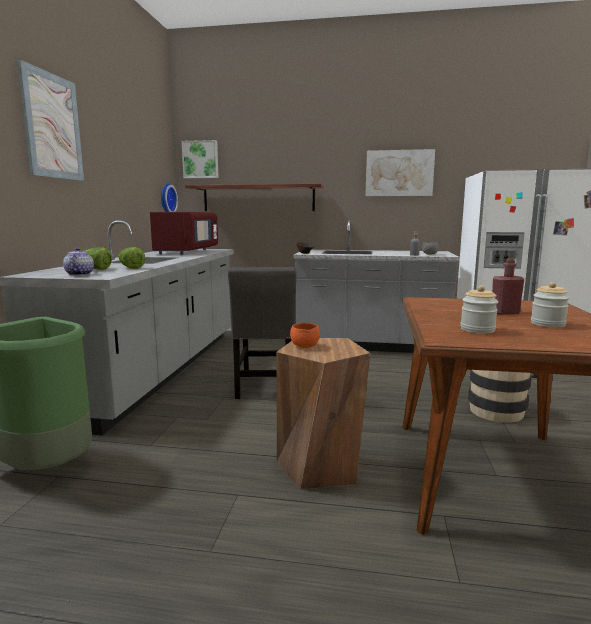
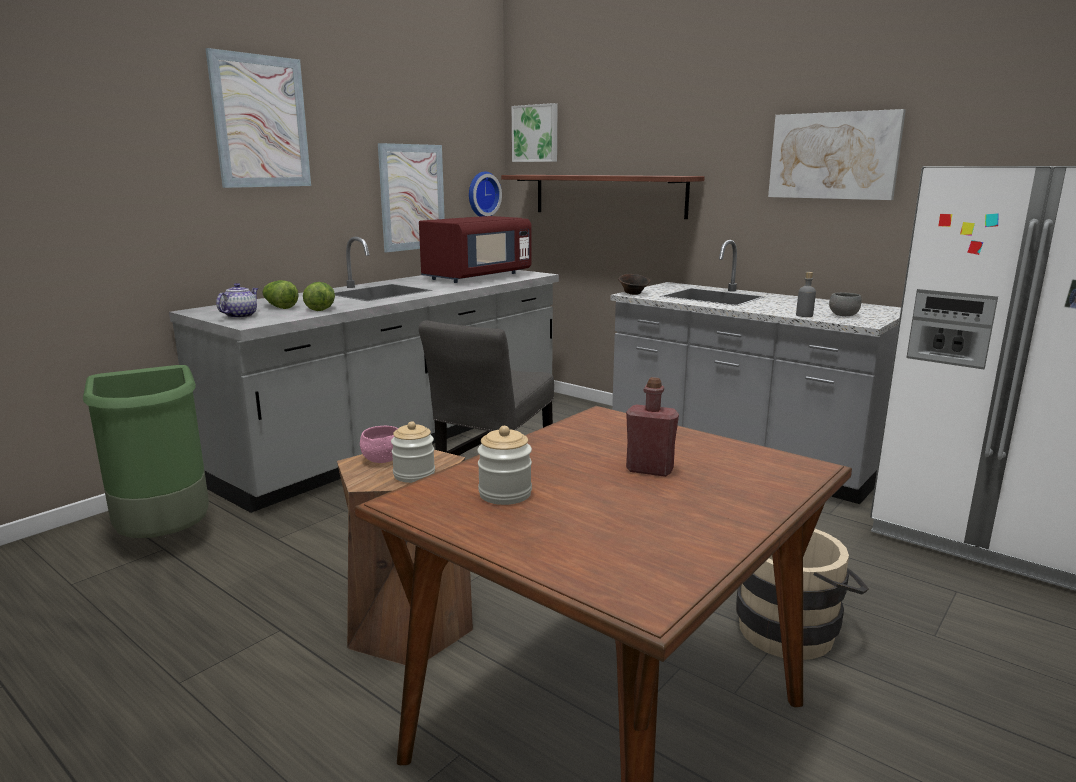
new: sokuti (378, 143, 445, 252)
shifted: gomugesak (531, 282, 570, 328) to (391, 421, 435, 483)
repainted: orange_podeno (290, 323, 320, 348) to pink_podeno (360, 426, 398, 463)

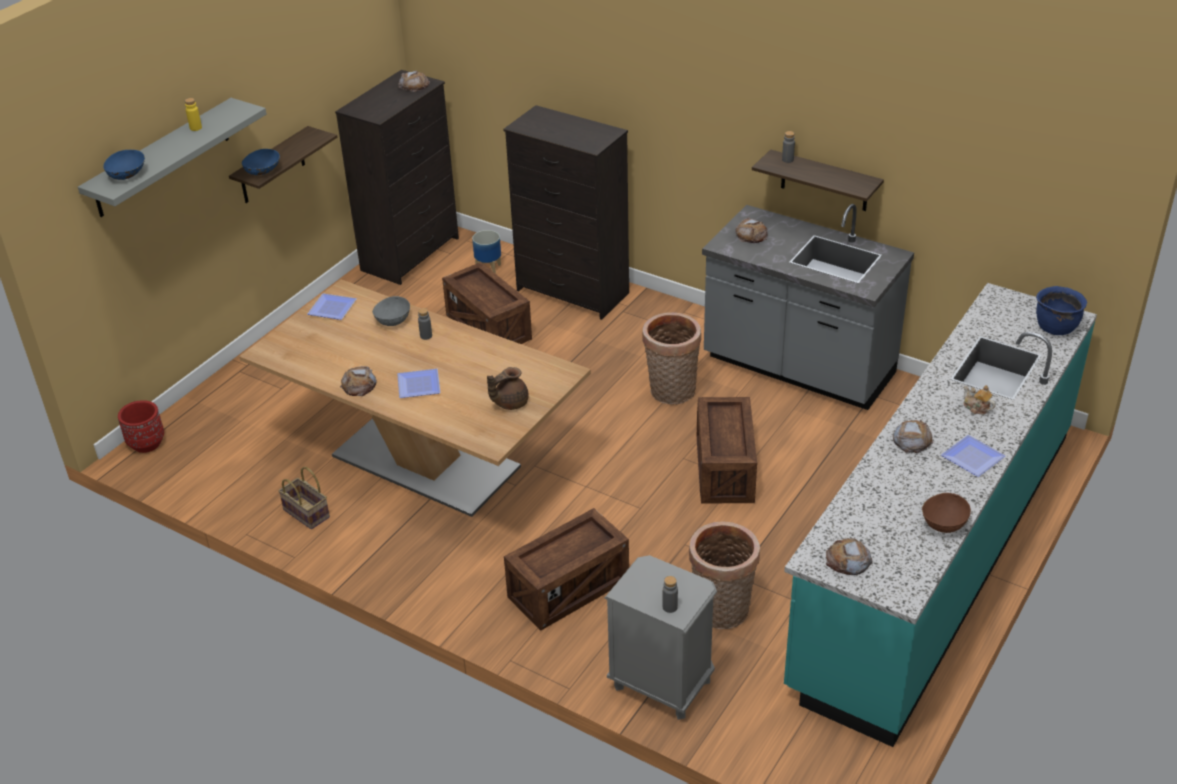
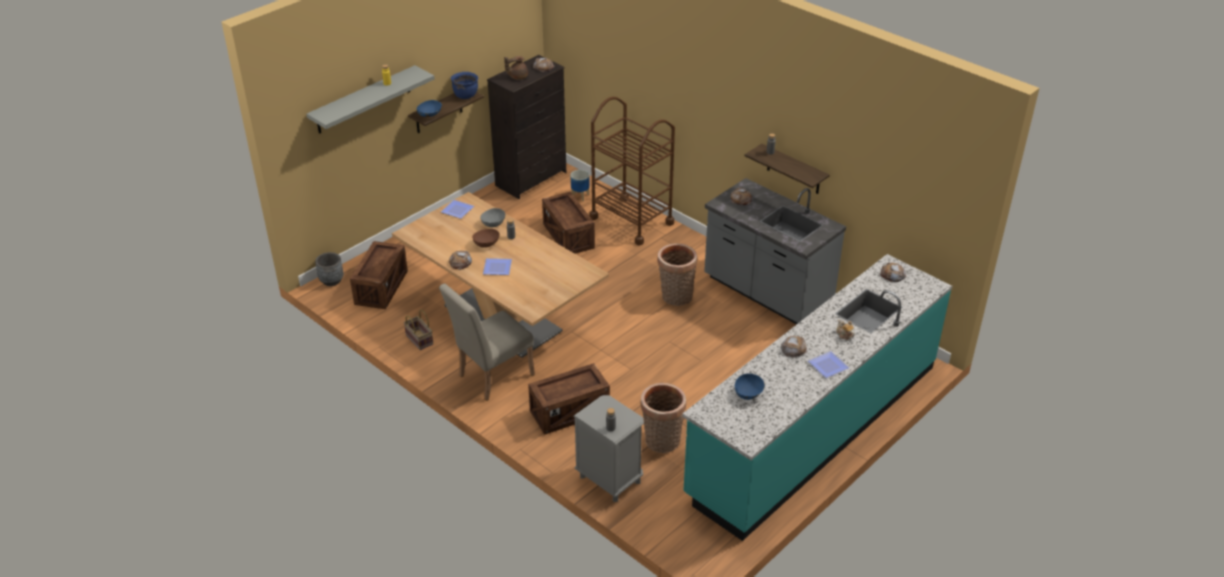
new: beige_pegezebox (439, 284, 535, 401)
shifted: blue_podeno (103, 150, 145, 180) to (735, 374, 765, 400); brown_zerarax (487, 367, 529, 410) to (504, 56, 528, 80); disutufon (697, 397, 757, 504) to (350, 241, 408, 309); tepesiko (826, 538, 872, 575) to (880, 263, 906, 282); brown_podeno (922, 493, 971, 533) to (472, 228, 499, 248); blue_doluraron (1036, 286, 1087, 335) to (451, 72, 478, 99)
swapped: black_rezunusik (503, 105, 629, 320) to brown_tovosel (589, 97, 675, 246)
repainted: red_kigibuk (118, 400, 164, 453) to grey_kigibuk (315, 252, 344, 286)

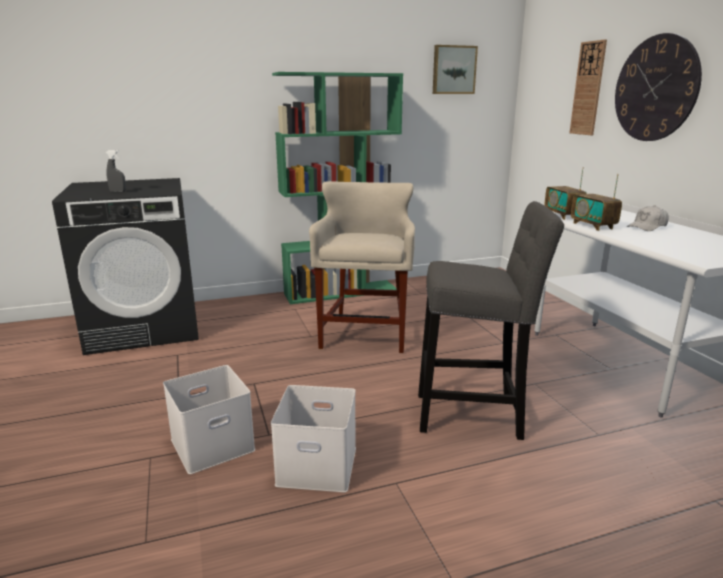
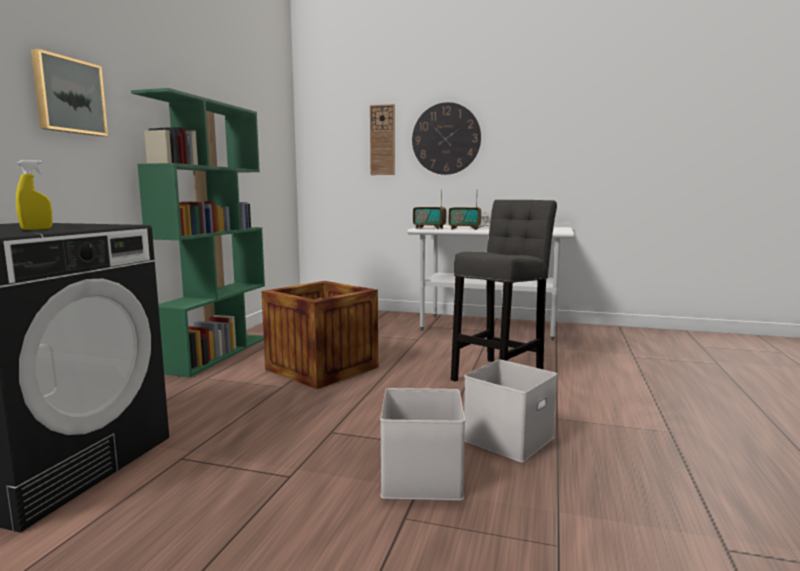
shifted: sokuti (433, 45, 478, 94) to (31, 49, 108, 136)
swapped: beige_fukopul (309, 181, 415, 353) to disutufon (262, 281, 378, 389)
repainted: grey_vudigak (106, 150, 126, 192) to yellow_vudigak (16, 160, 53, 230)

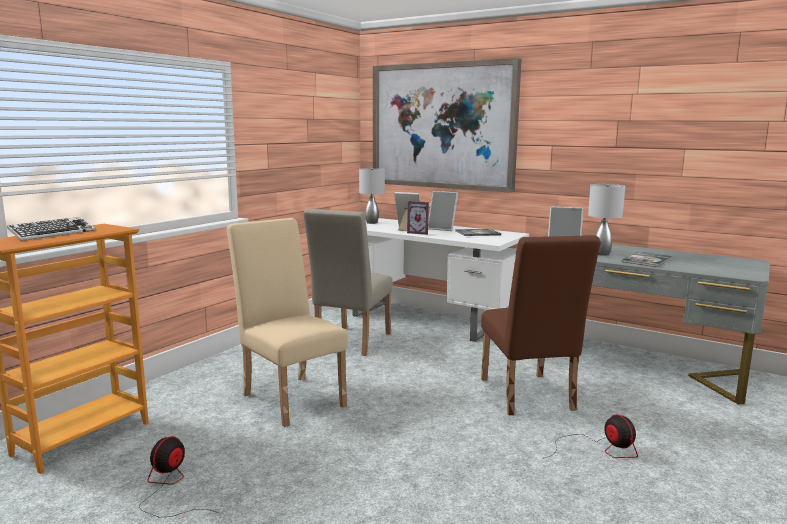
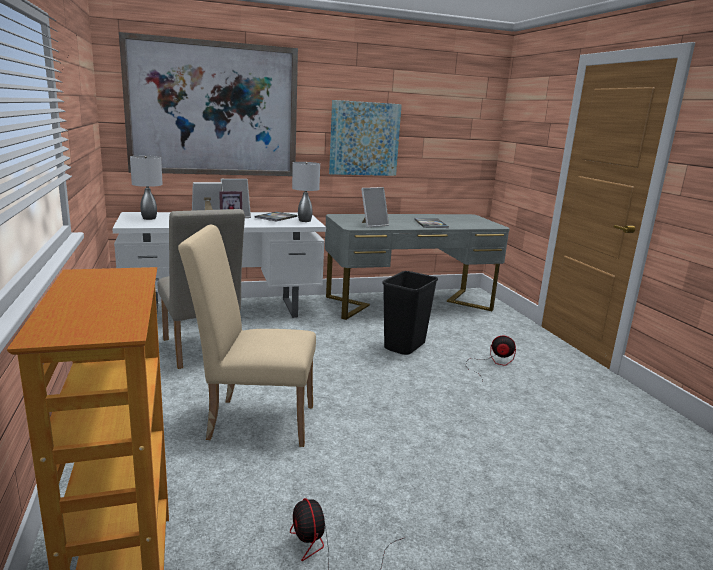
gone: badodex (7, 217, 95, 241)
new: sokuti (329, 100, 402, 176)
shifted: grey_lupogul (588, 184, 625, 256) to (292, 162, 320, 222)
swapped: brown_pegezebox (481, 235, 601, 415) to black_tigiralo (382, 271, 438, 355)

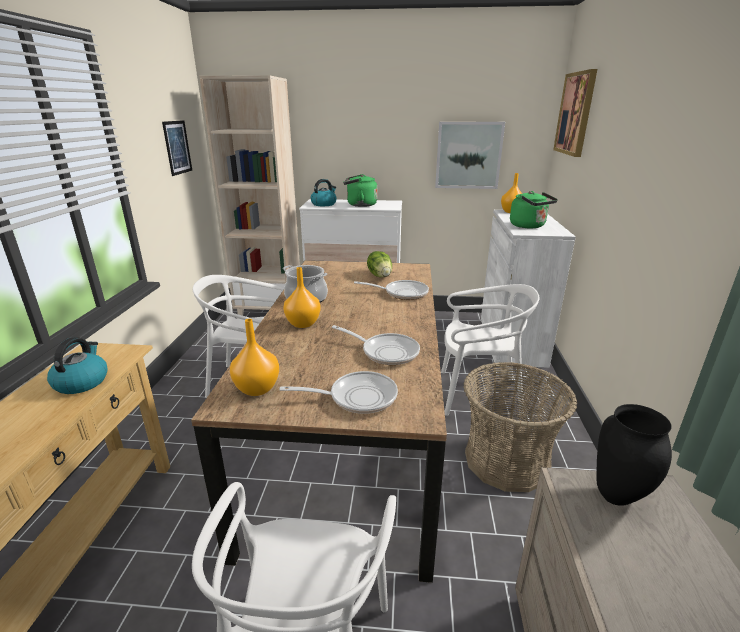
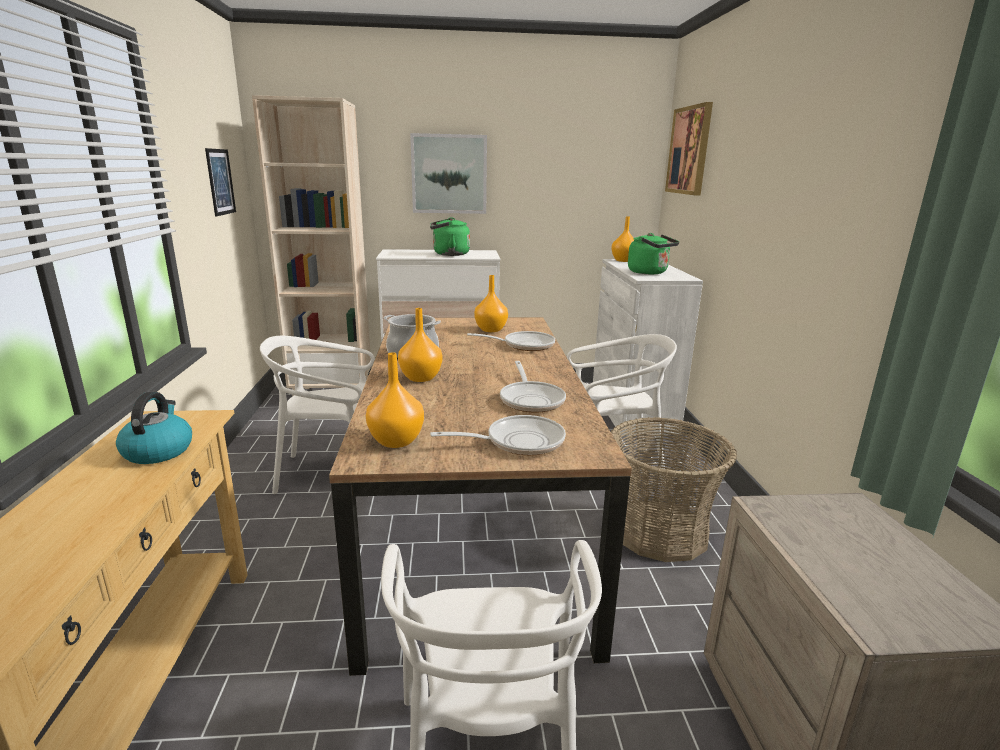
gone: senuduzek (311, 179, 337, 206); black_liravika (596, 404, 672, 506)
shifted: sokuti (435, 122, 505, 189) to (410, 133, 487, 214)
swapped: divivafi (367, 251, 392, 277) to orange_liravika (474, 275, 508, 332)
rotated: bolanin (332, 325, 420, 365) = (500, 361, 566, 413) 60 degrees clockwise

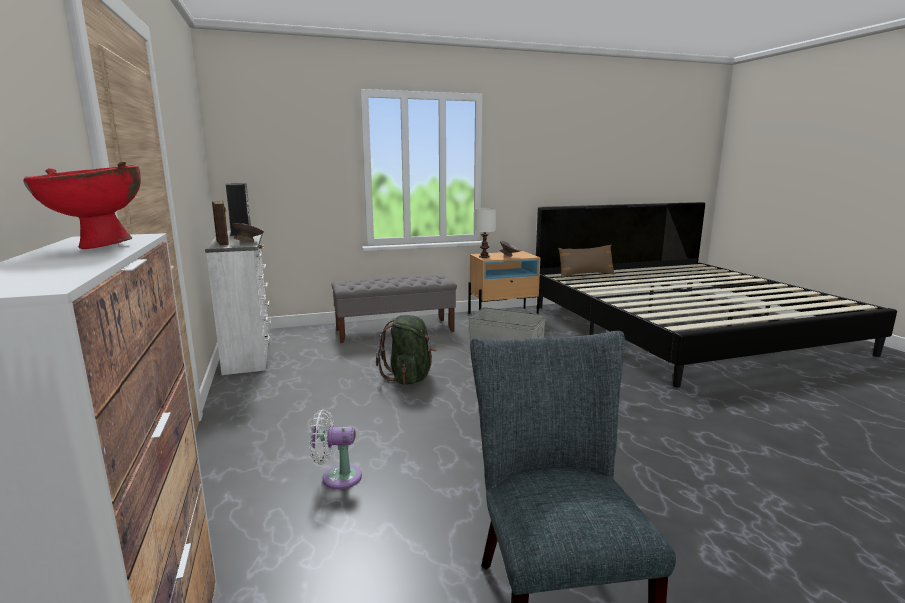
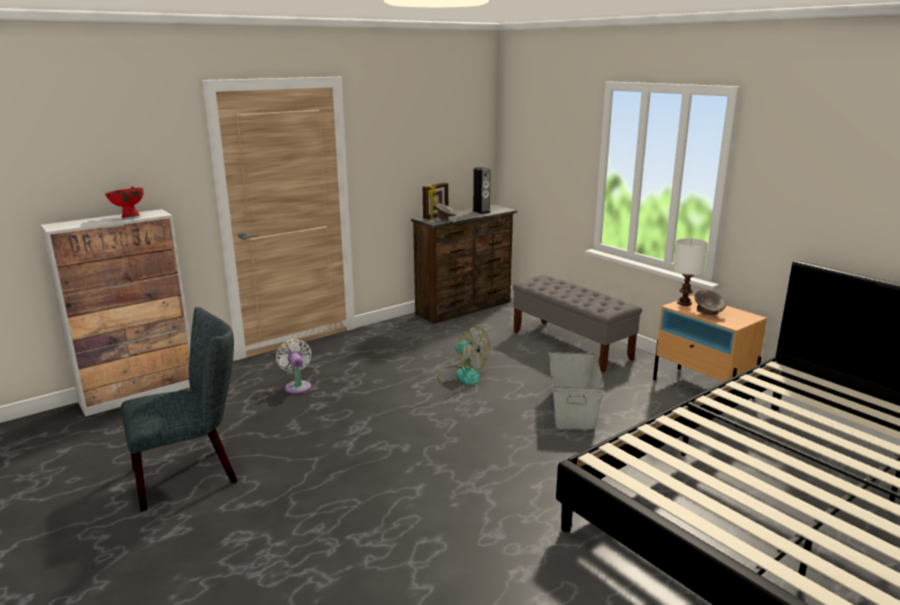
gone: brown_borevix (558, 245, 615, 278)
swapped: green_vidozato (376, 315, 437, 385) to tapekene (437, 326, 490, 385)
repainted: white_rezunusik (205, 231, 271, 375) to brown_rezunusik (411, 204, 517, 324)

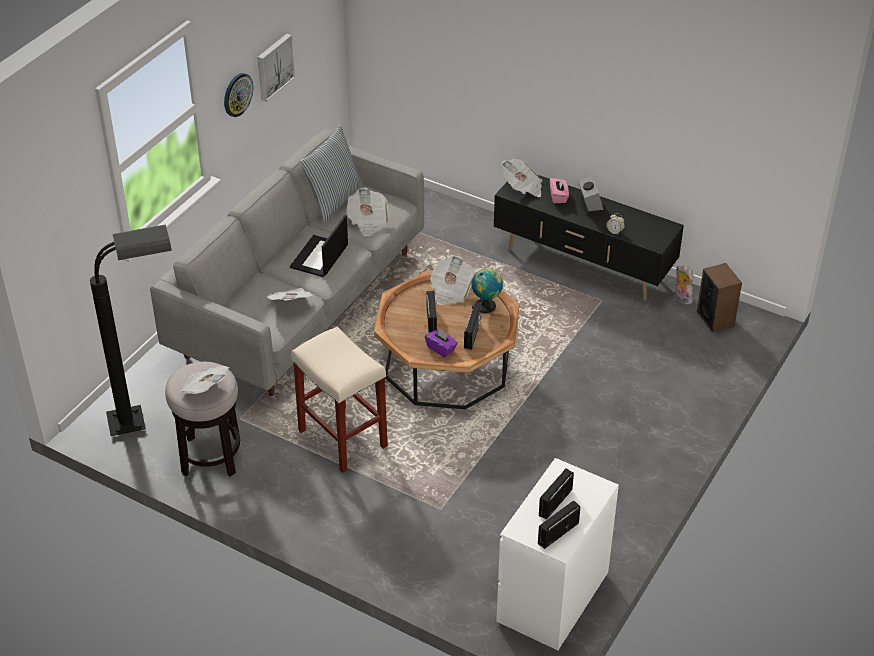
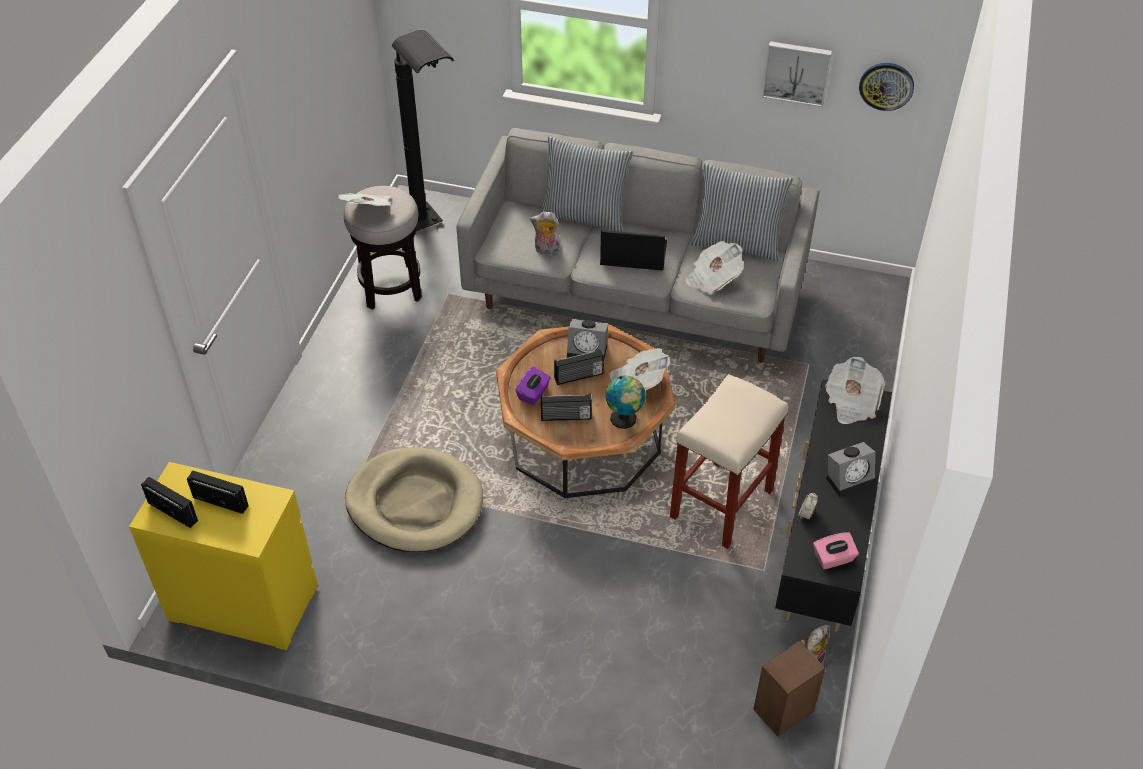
new: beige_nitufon (345, 447, 483, 552); borevix (539, 136, 633, 232); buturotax (567, 319, 608, 358)
shifted: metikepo (224, 73, 253, 117) to (859, 63, 914, 111); beige_fukopul (291, 326, 388, 473) to (670, 374, 788, 549); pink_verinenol (550, 178, 569, 203) to (813, 532, 859, 569)
swapped: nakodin (267, 288, 314, 301) to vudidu (530, 211, 561, 258)
repainted: white_rezunusik (496, 458, 619, 652) to yellow_rezunusik (129, 462, 317, 650)

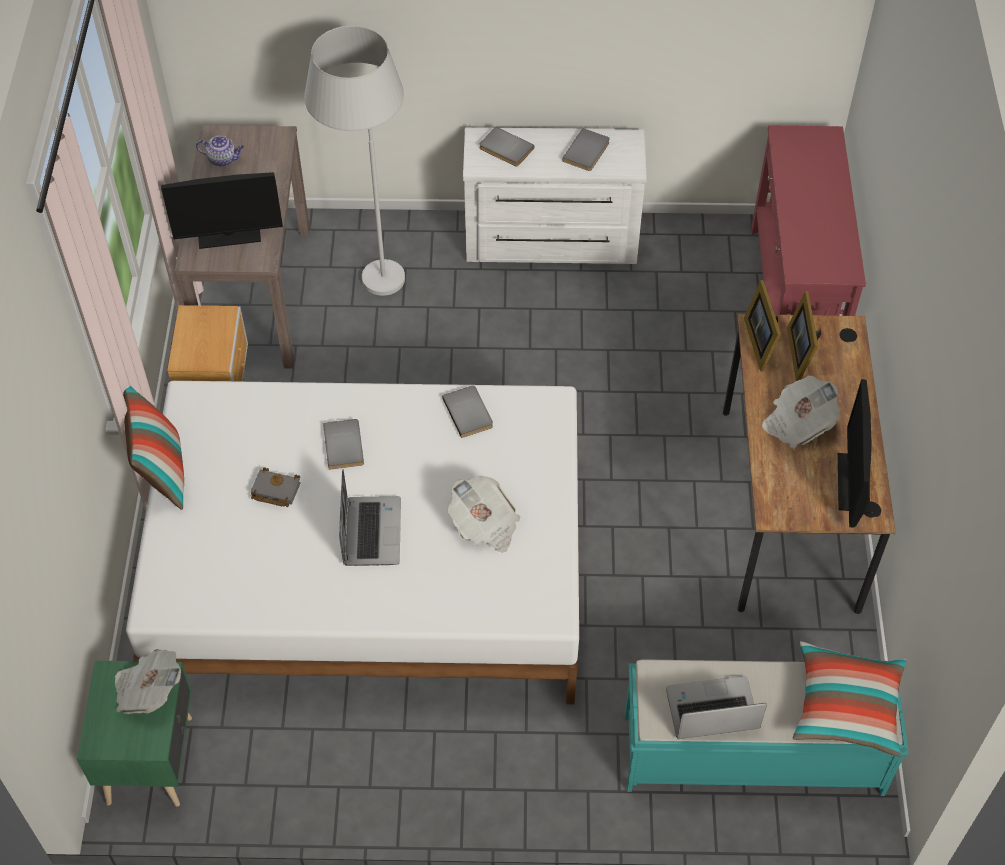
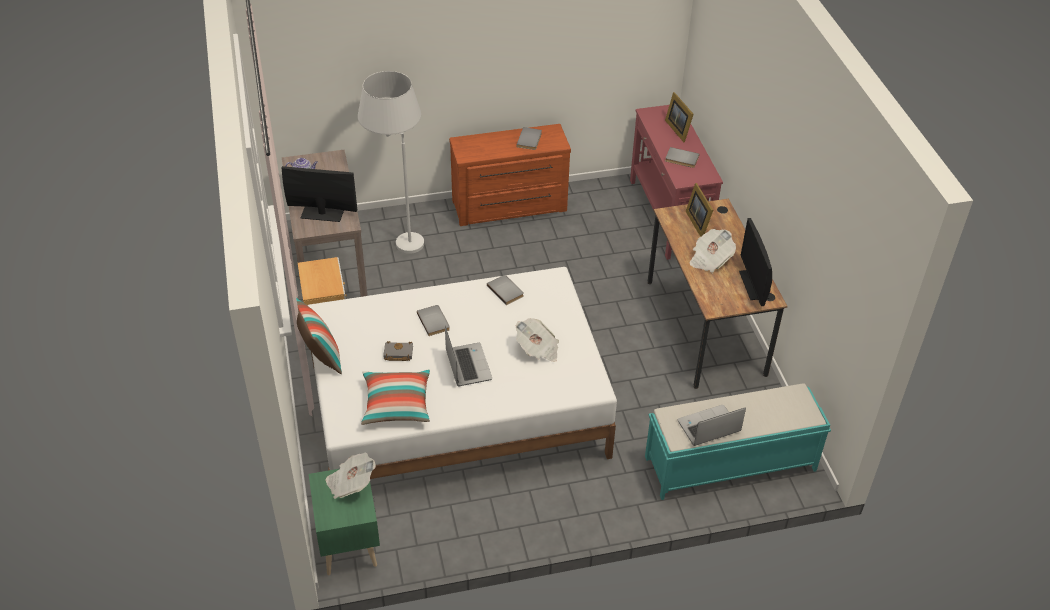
shifted: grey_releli (479, 127, 534, 167) to (665, 147, 699, 168); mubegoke (744, 280, 781, 372) to (665, 92, 694, 142); borevix (793, 641, 906, 756) to (361, 369, 430, 425)
repainted: white_rezunusik (463, 127, 647, 264) to brown_rezunusik (449, 124, 571, 226)
rotated: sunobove (161, 172, 283, 249) = (282, 166, 357, 222) 150 degrees counterclockwise

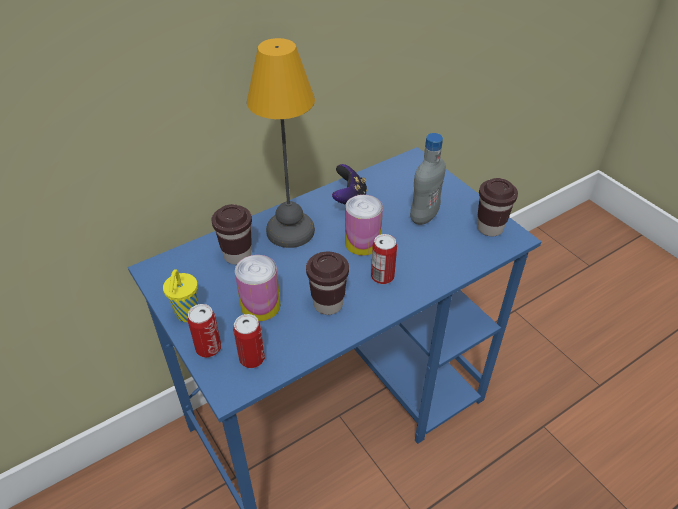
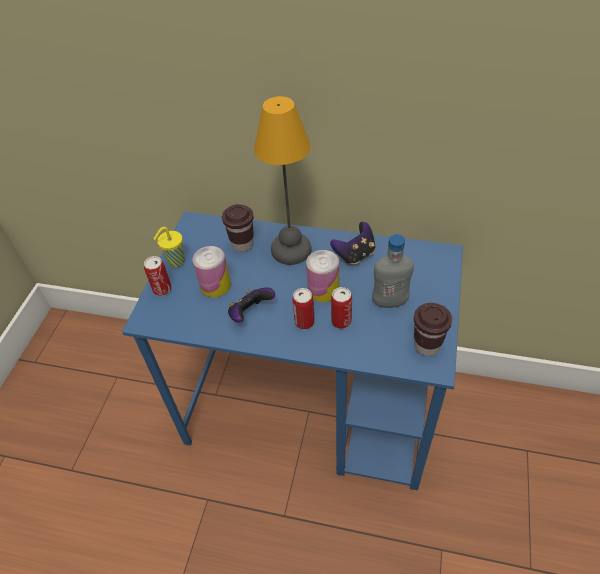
shifted: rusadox (233, 314, 265, 368) to (331, 287, 352, 329)
swapped: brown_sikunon (306, 251, 349, 315) to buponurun (228, 287, 275, 323)

